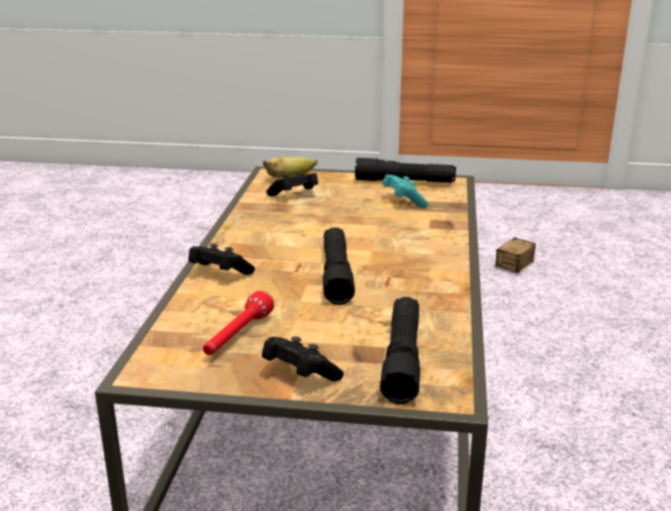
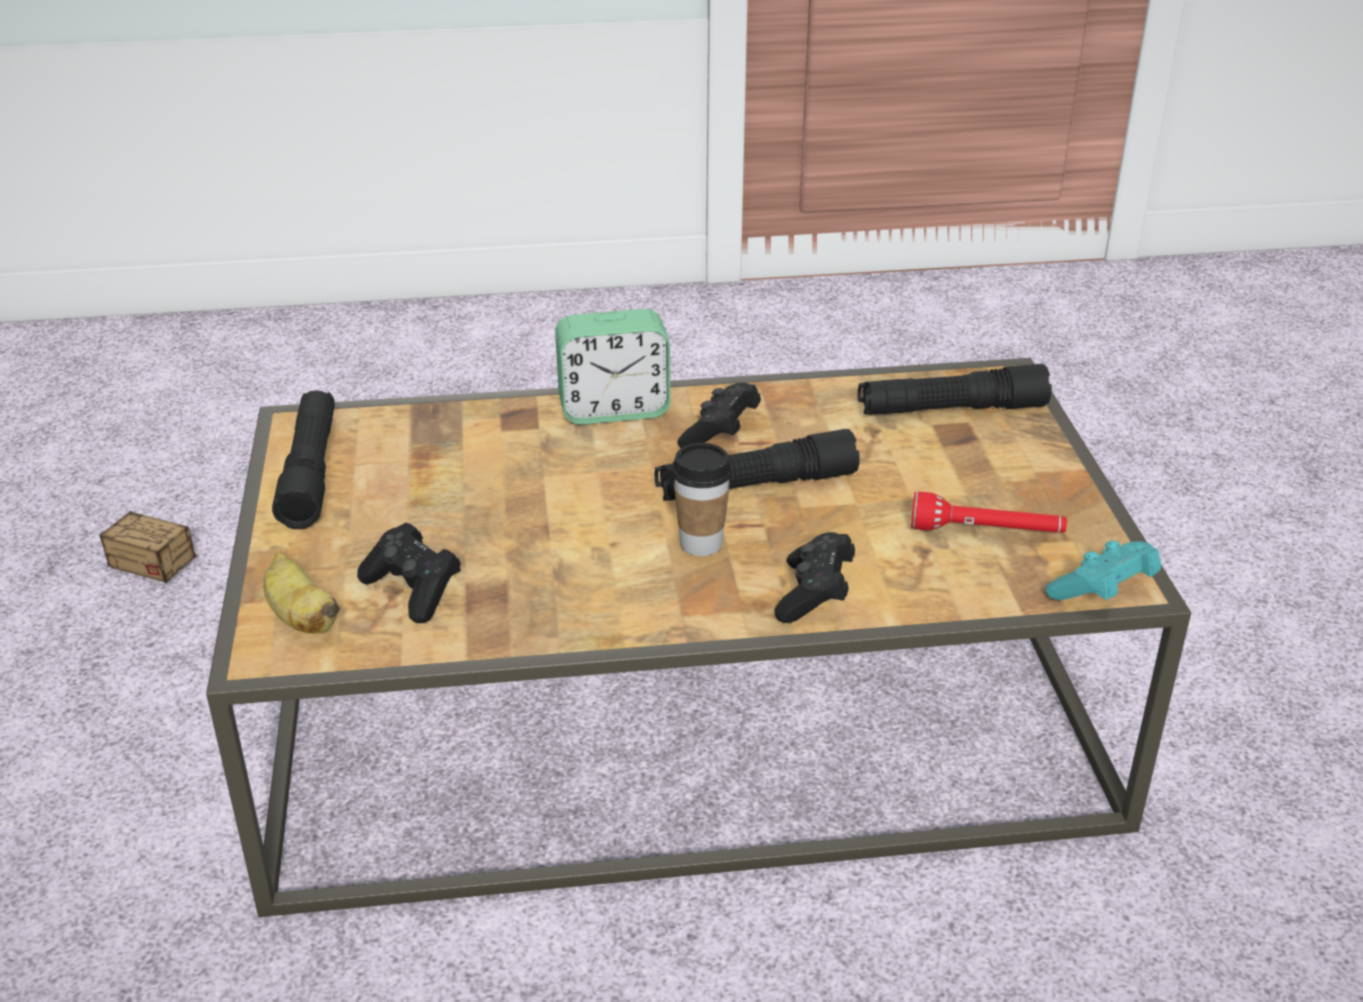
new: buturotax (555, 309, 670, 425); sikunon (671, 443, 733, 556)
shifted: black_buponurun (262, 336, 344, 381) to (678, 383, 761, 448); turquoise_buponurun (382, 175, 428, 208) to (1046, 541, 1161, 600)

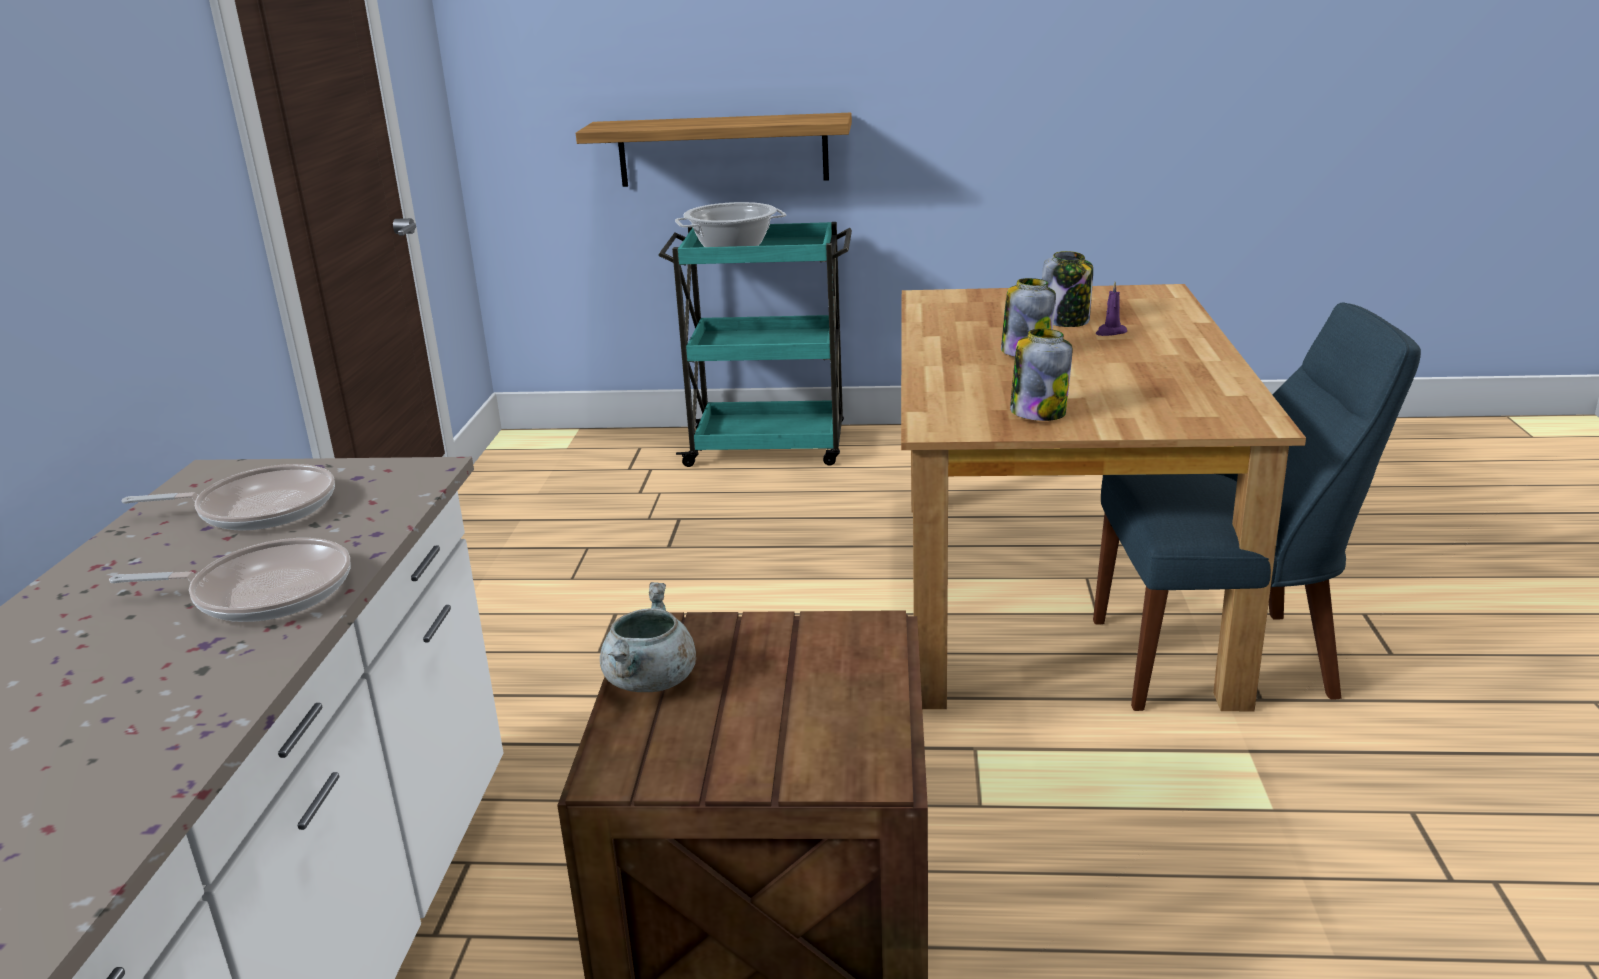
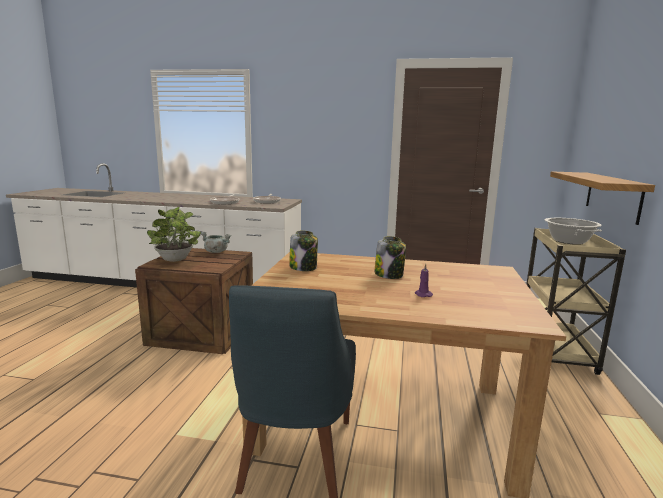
gone: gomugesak (1042, 251, 1093, 327)
new: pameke (147, 207, 201, 262)
repainted: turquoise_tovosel (658, 222, 852, 467) to beige_tovosel (526, 228, 626, 375)

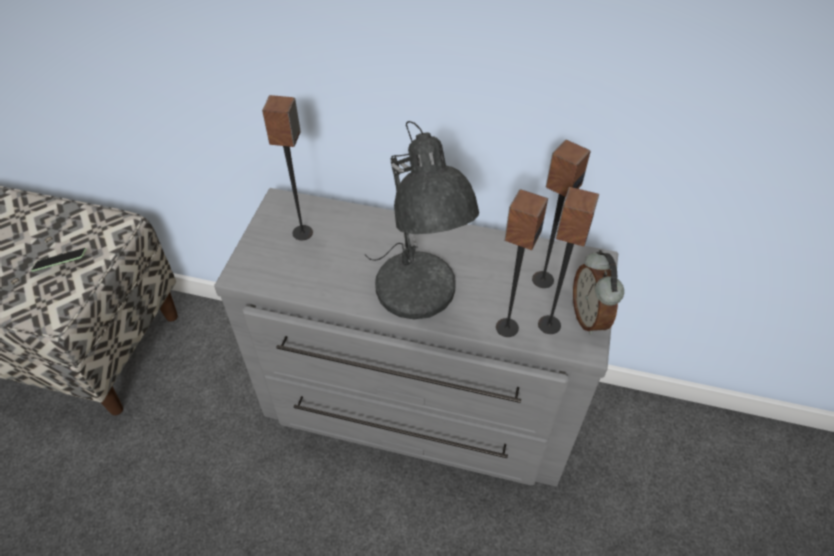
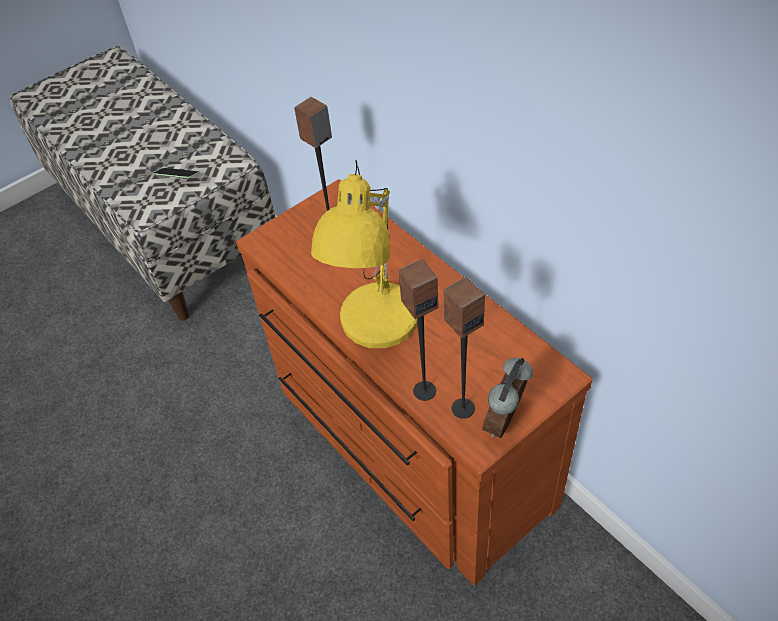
gone: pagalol (532, 140, 591, 288)
repainted: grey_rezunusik (214, 188, 618, 487) to brown_rezunusik (236, 179, 592, 585); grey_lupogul (364, 121, 479, 319) to yellow_lupogul (311, 160, 418, 348)

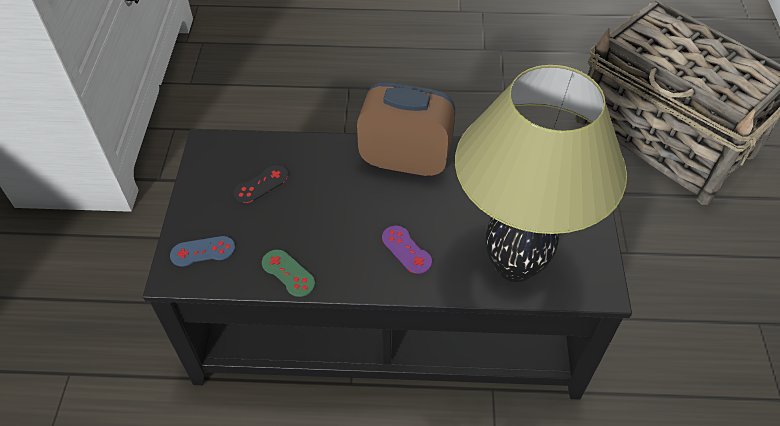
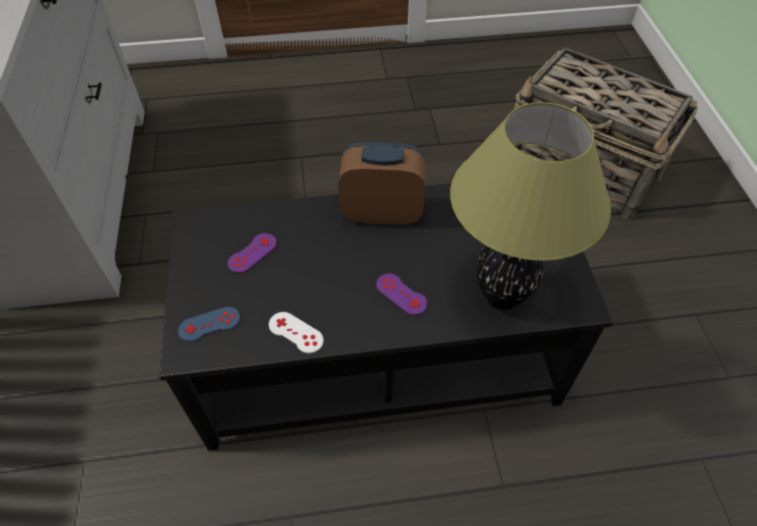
repainted: black_buponurun (233, 165, 288, 203) to purple_buponurun (228, 233, 277, 273); green_buponurun (262, 250, 315, 297) to white_buponurun (269, 312, 324, 354)

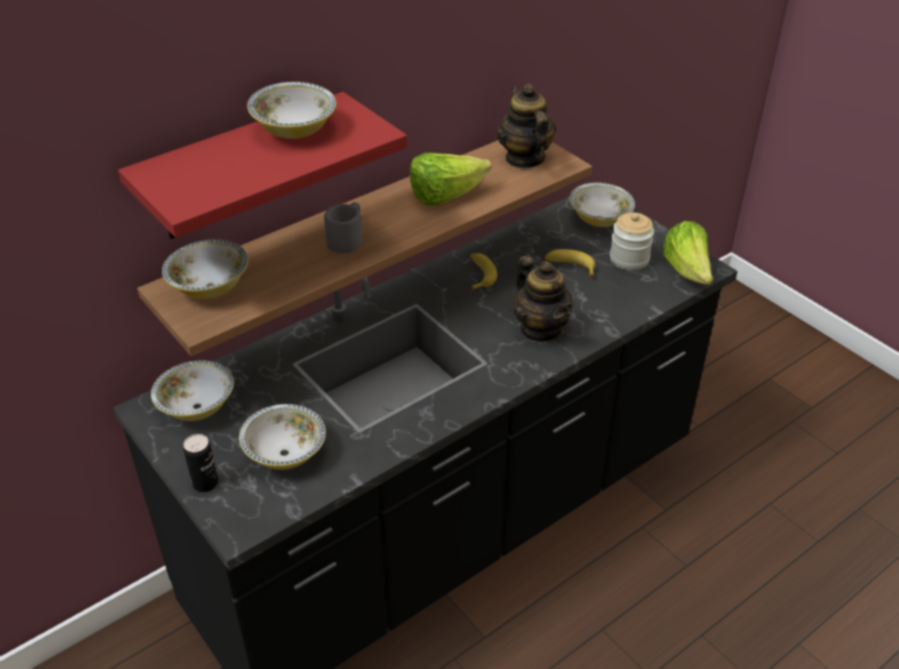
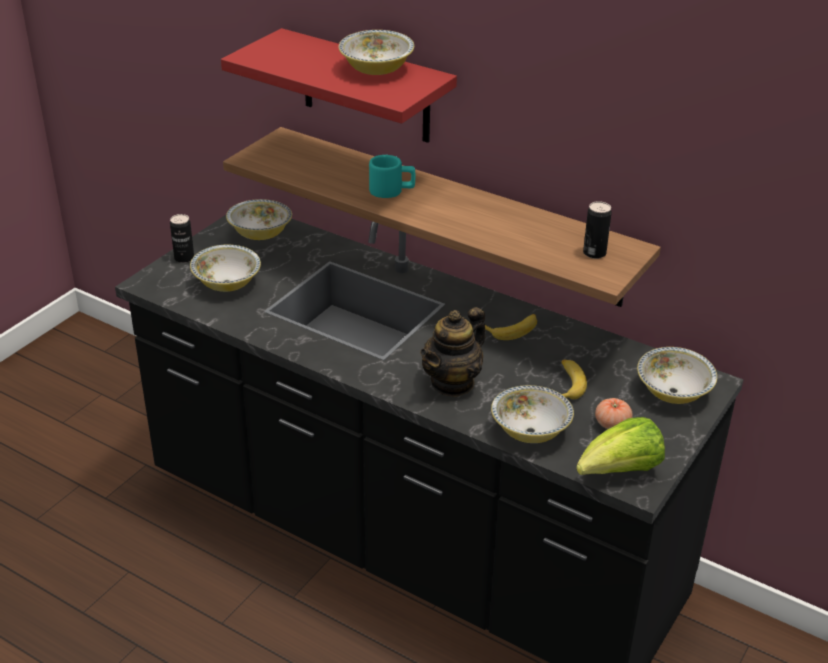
gone: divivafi (410, 153, 491, 206)
shifted: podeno (162, 239, 248, 299) to (491, 385, 574, 443)
swapped: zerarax (497, 84, 556, 168) to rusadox (583, 201, 612, 259); gomugesak (610, 213, 654, 270) to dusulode (595, 398, 632, 429)
repainted: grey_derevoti (324, 202, 362, 253) to turquoise_derevoti (369, 155, 416, 198)

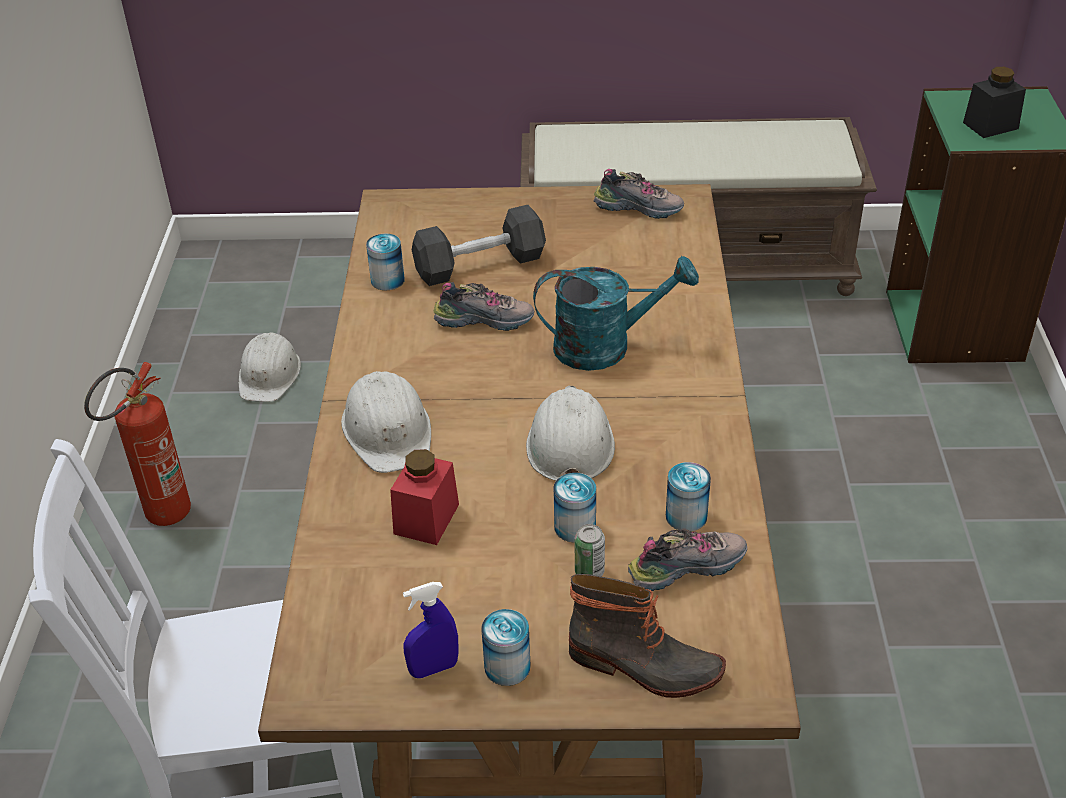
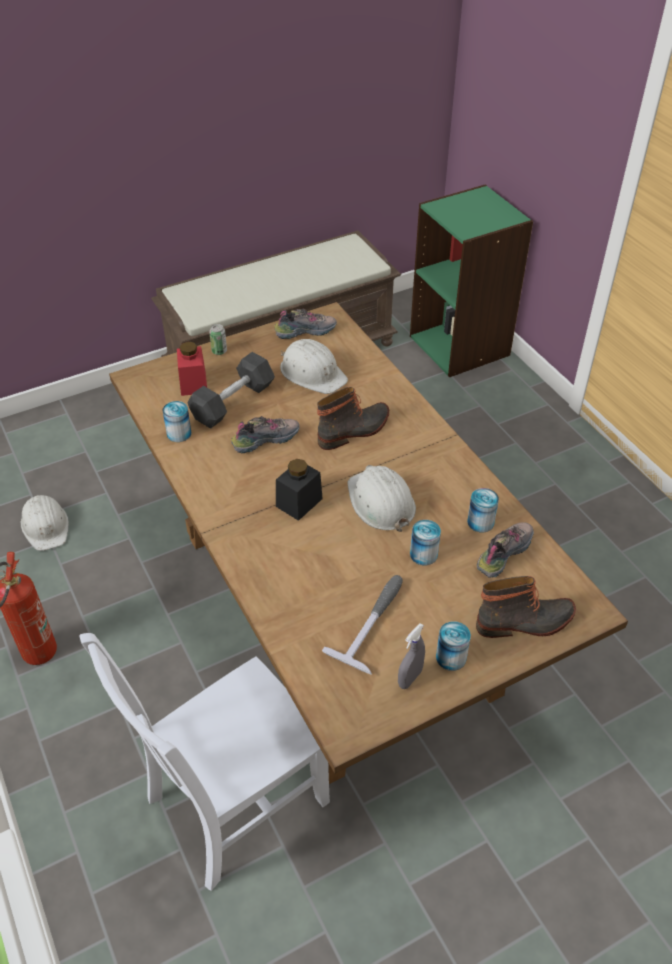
new: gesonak (322, 575, 403, 675)
shifted: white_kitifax (341, 371, 431, 473) to (280, 339, 348, 394); red_gomugesak (390, 449, 459, 545) to (177, 342, 207, 396); rusadox (575, 524, 605, 576) to (209, 324, 227, 355); black_gomugesak (963, 67, 1026, 138) to (276, 459, 323, 521)
swapped: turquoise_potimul (533, 256, 699, 371) to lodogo (317, 387, 389, 450)
repainted: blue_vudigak (403, 582, 459, 678) to grey_vudigak (398, 623, 425, 689)

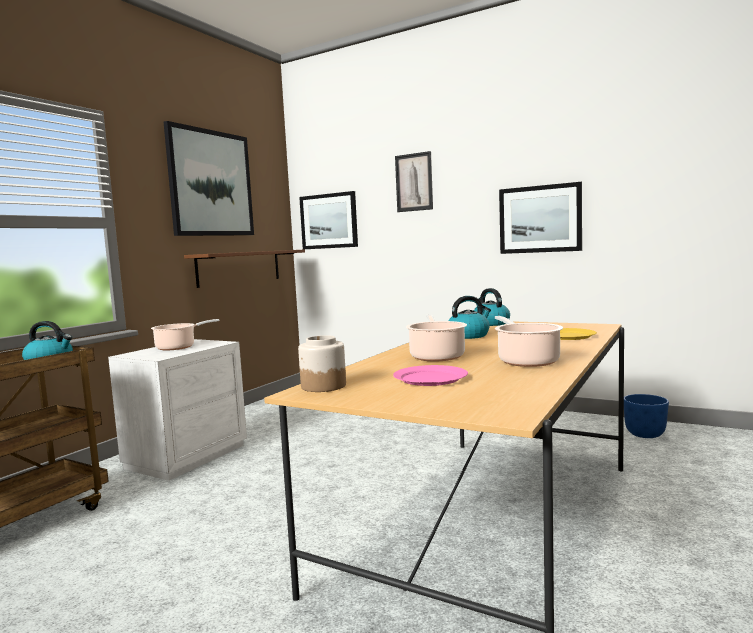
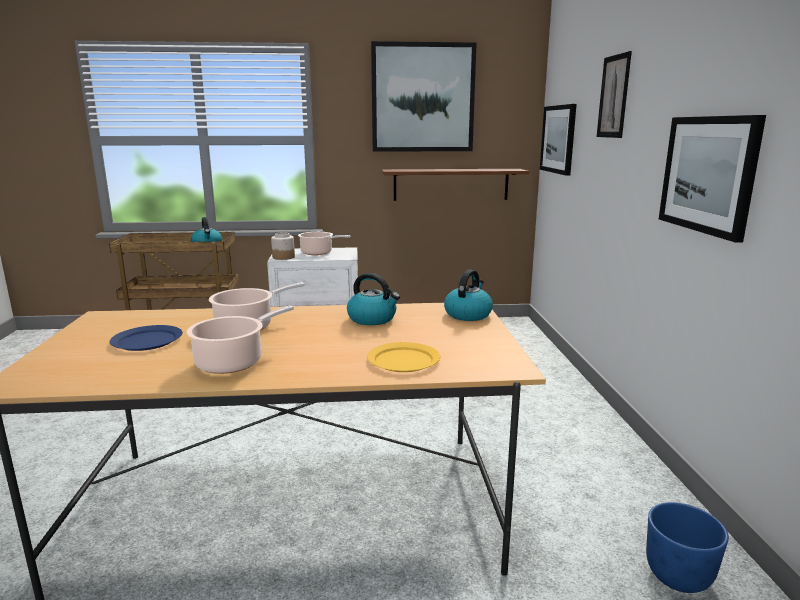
shifted: gomugesak (298, 335, 346, 392) to (271, 232, 295, 260)
repainted: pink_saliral (393, 365, 468, 386) to blue_saliral (109, 325, 183, 351)

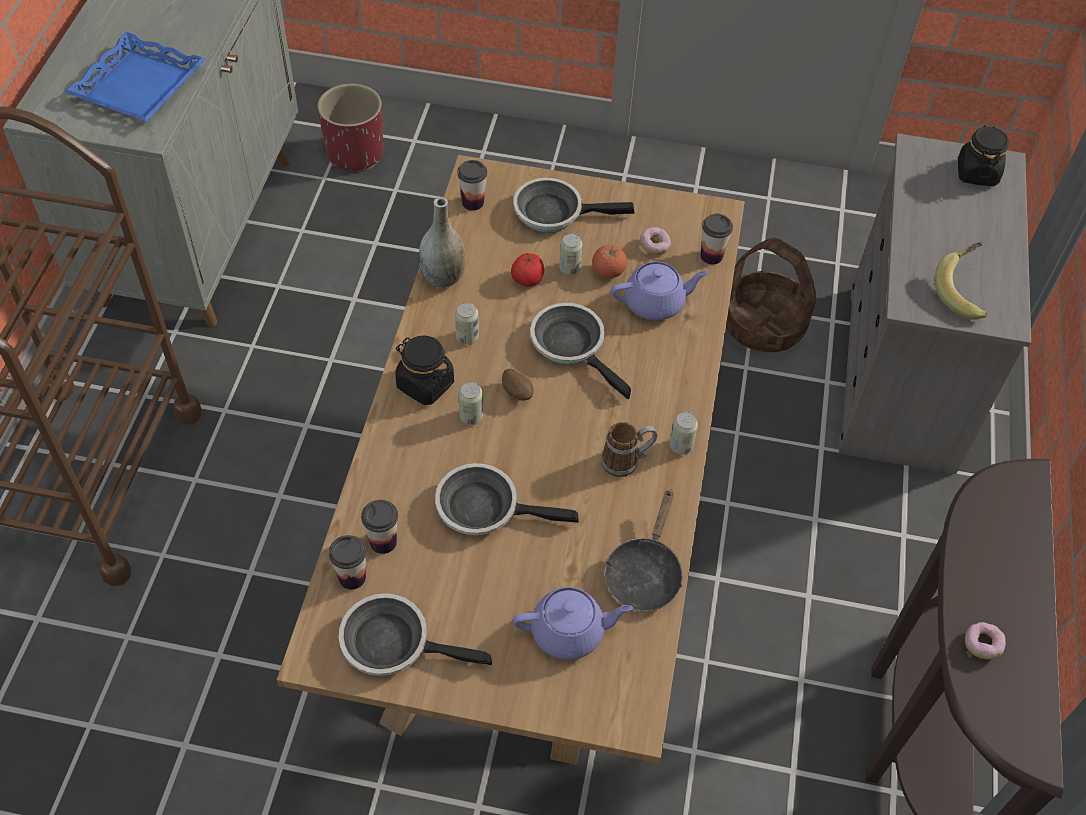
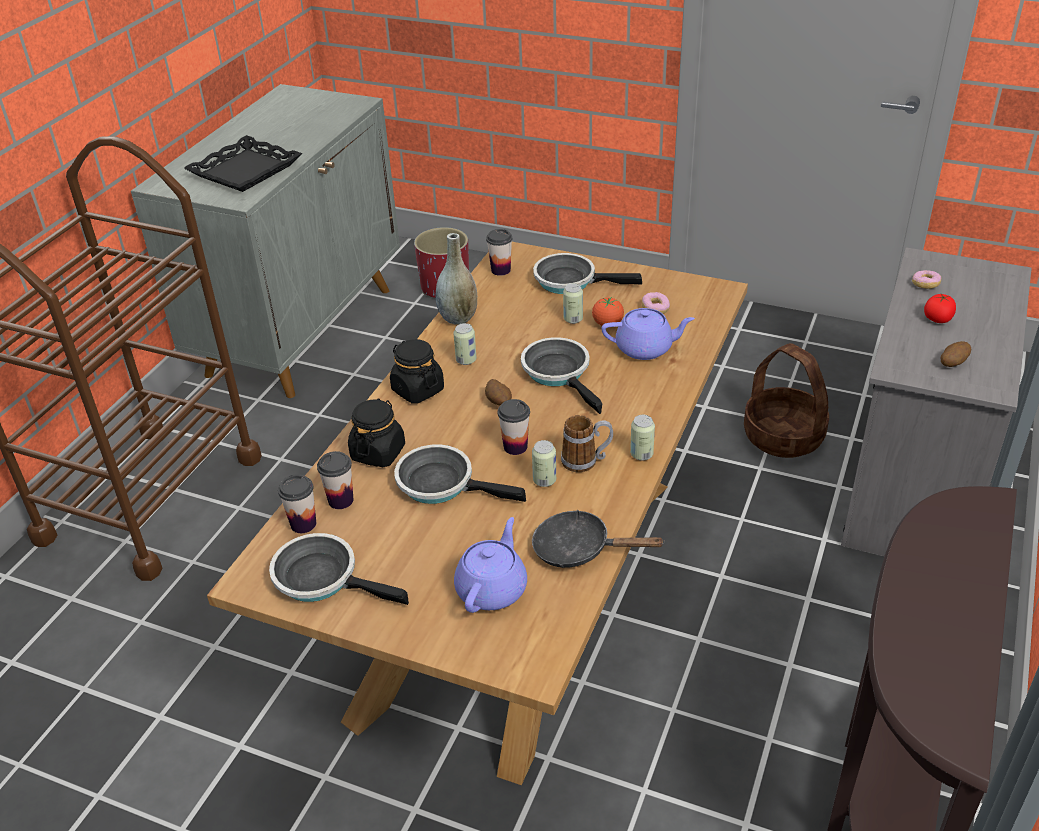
shifted: rusadox (459, 382, 483, 425) to (532, 440, 556, 487); dusulode (511, 253, 544, 287) to (924, 294, 956, 323); sikunon (701, 214, 733, 265) to (498, 399, 530, 455); black_gomugesak (958, 125, 1009, 186) to (348, 398, 405, 467); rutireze (965, 622, 1006, 659) to (912, 270, 941, 289)
swapped: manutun (935, 241, 987, 319) to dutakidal (940, 341, 971, 367)
repainted: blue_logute (64, 32, 206, 122) to black_logute (184, 135, 302, 192)
rotated: purple_zerarax (513, 587, 633, 660) = (454, 517, 527, 613) 75 degrees counterclockwise; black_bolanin (605, 489, 682, 611) = (532, 510, 665, 568) 75 degrees clockwise

